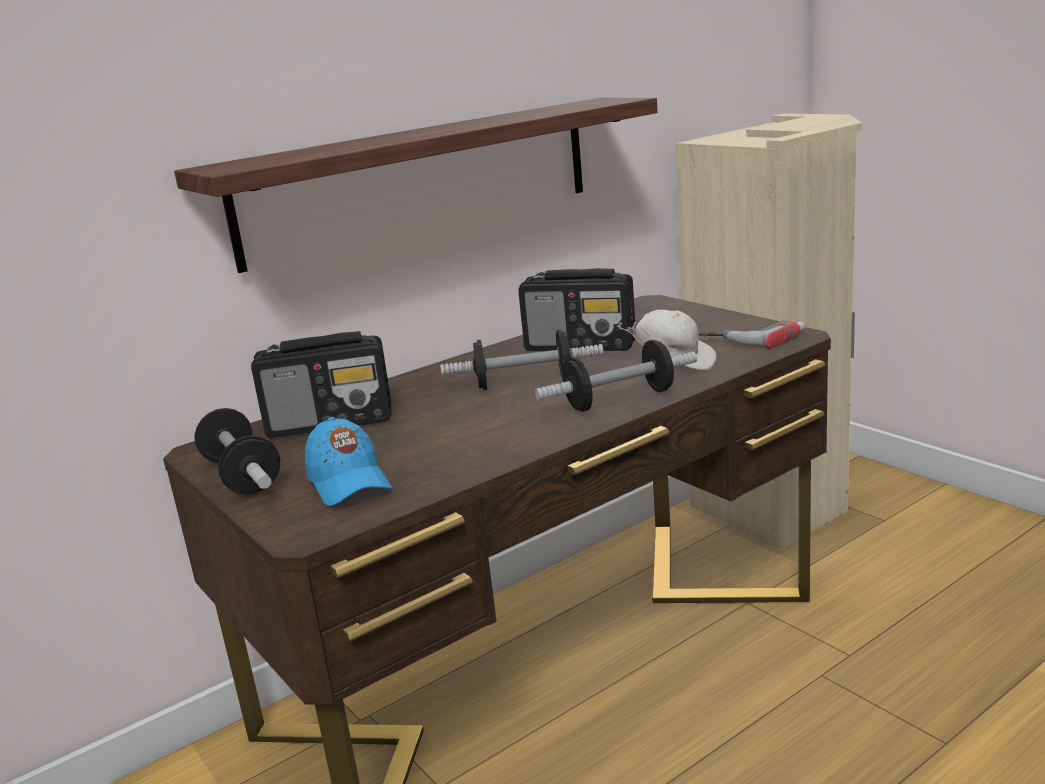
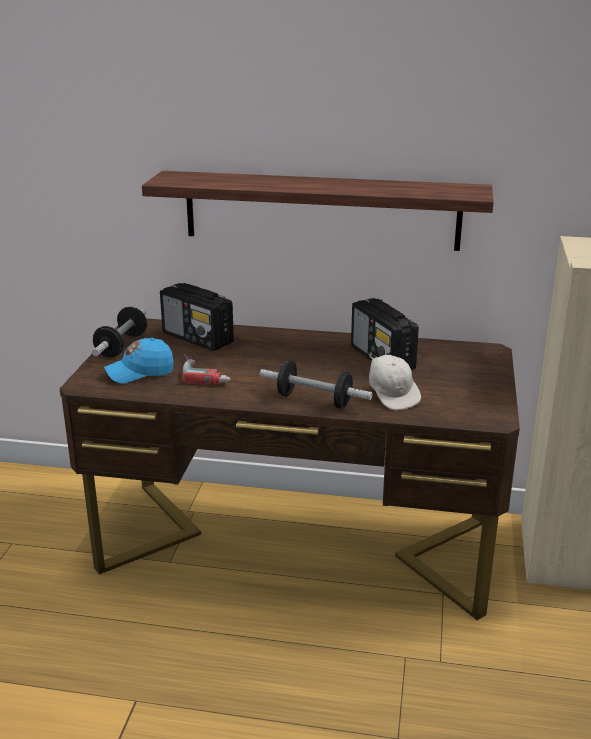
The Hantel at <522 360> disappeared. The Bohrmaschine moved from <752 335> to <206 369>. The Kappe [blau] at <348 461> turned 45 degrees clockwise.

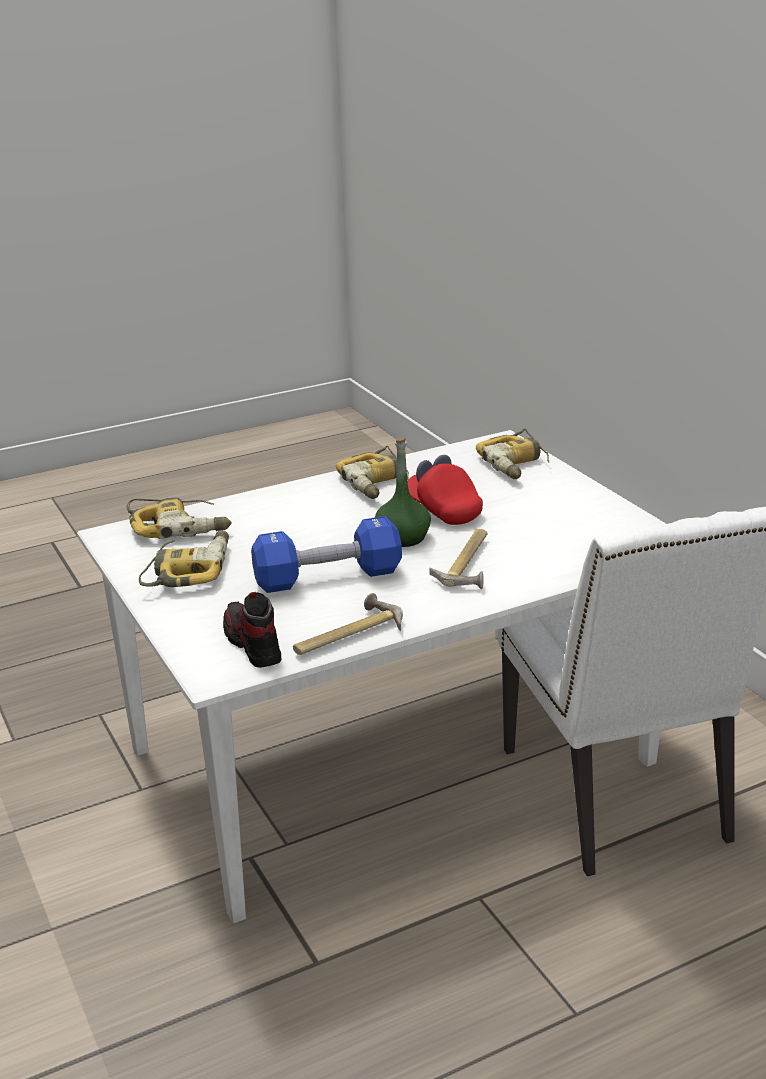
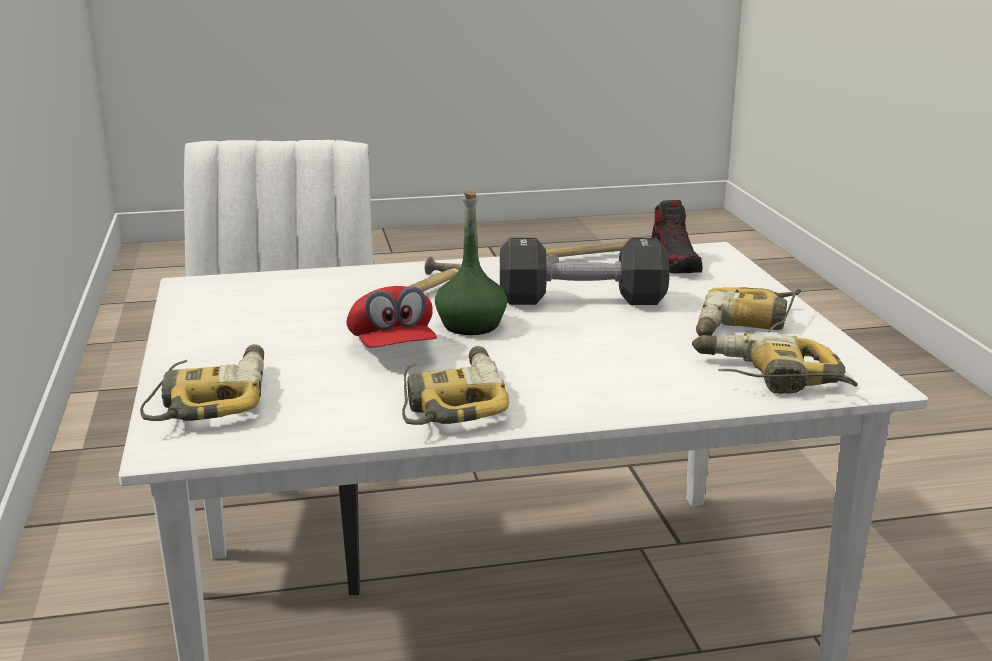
The Hantel [blau] at <326 554> became the Hantel [schwarz] at <585 271>.

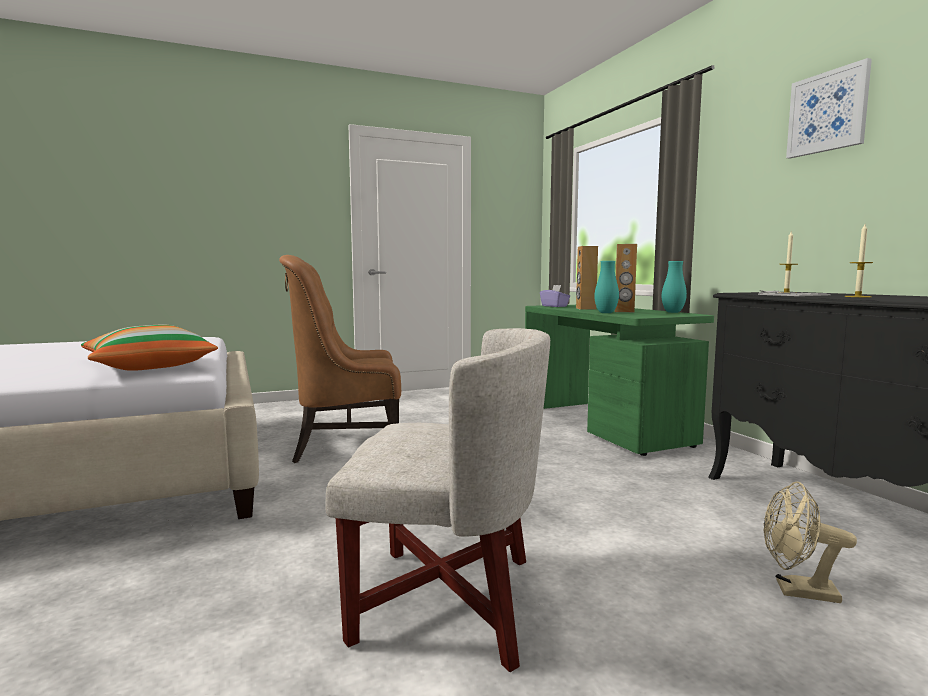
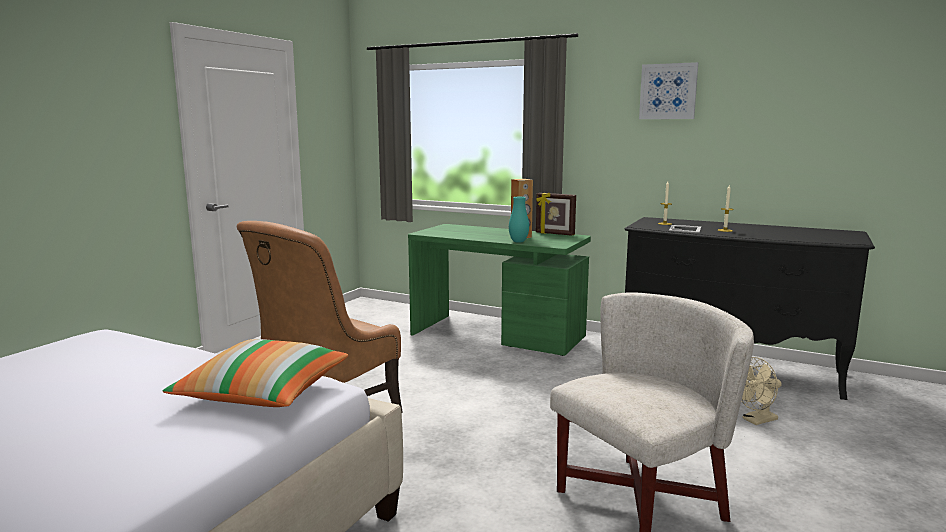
The Taschentuchbox [lila] at <555 296> disappeared. The Lautsprecher [braun] at <587 278> disappeared. The Vase [türkis] at <674 287> was replaced by the Bilderrahmen at <556 214>.

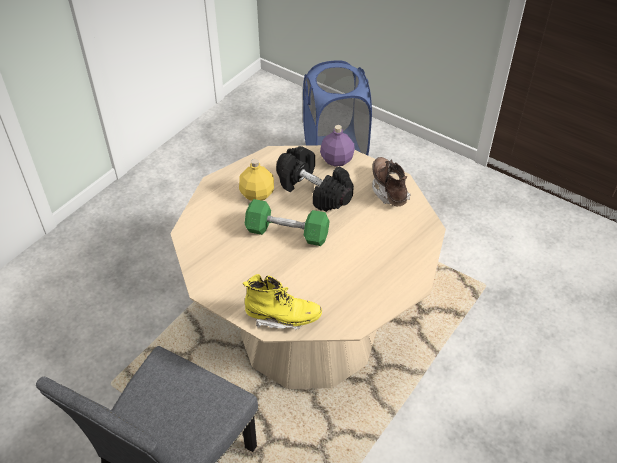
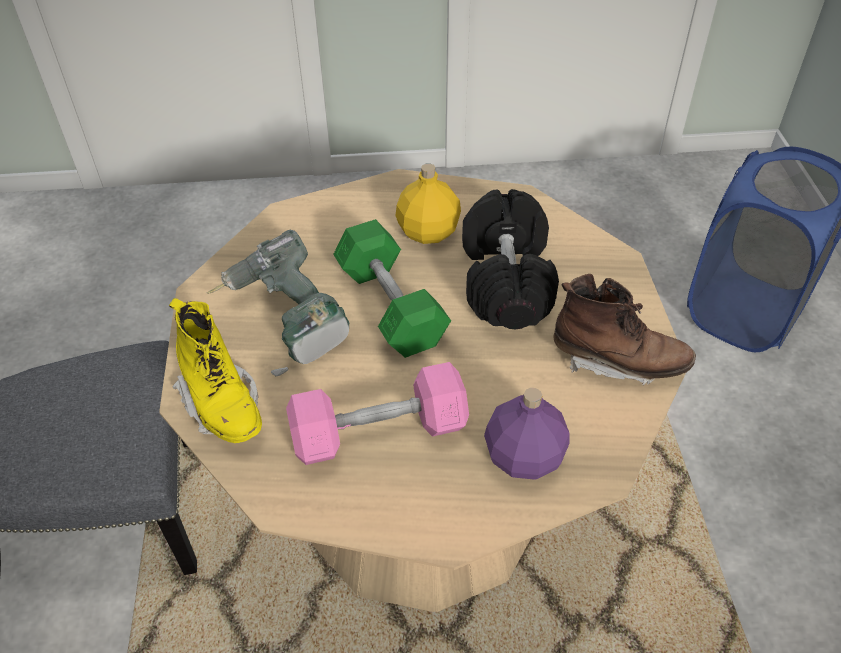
The Bohrmaschine at <278 303> appeared. The Hantel [rosa] at <377 413> appeared. The Flasche [lila] moved from <337 146> to <527 434>. The Stiefel [braun] at <391 181> turned 75 degrees clockwise.

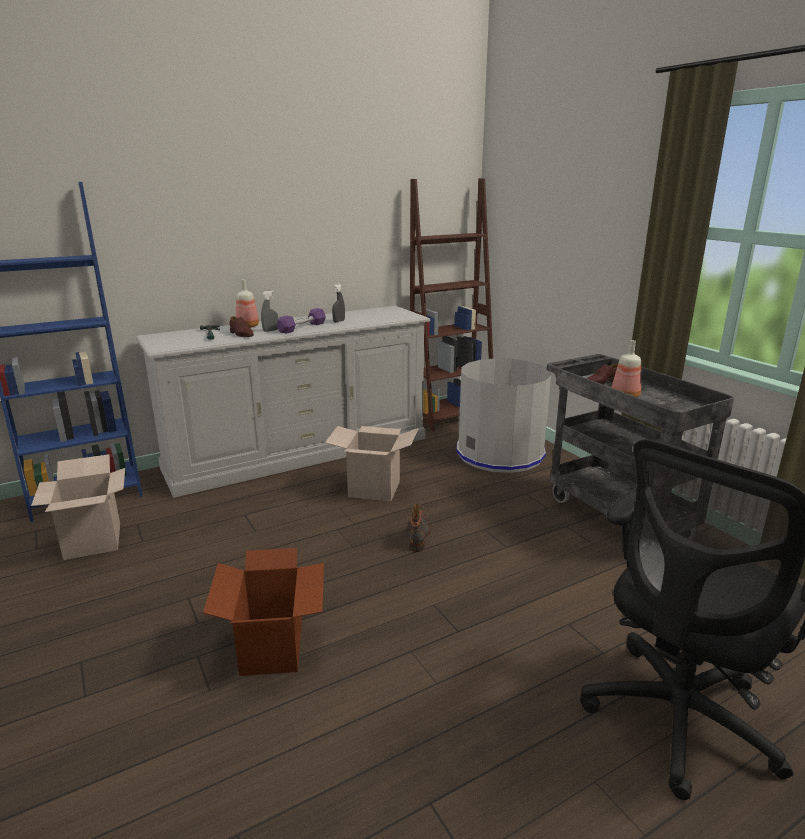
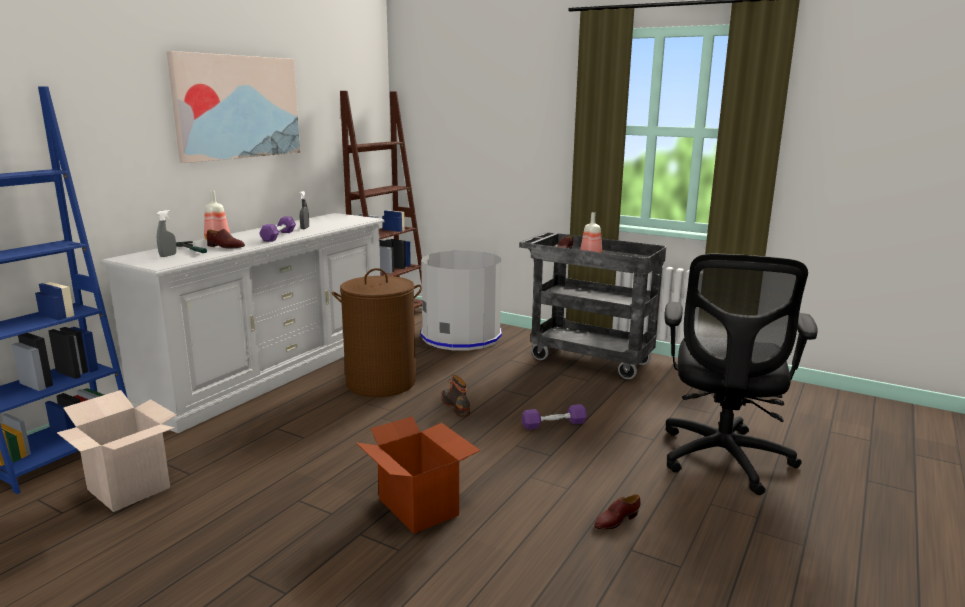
The Bild at <234 107> appeared. The Hantel [lila] at <554 417> appeared. The Schuh [braun] at <617 512> appeared. The Sprühflasche [grau] moved from <270 311> to <167 233>. The Karton at <372 463> was replaced by the Wäschekorb [braun] at <377 332>.

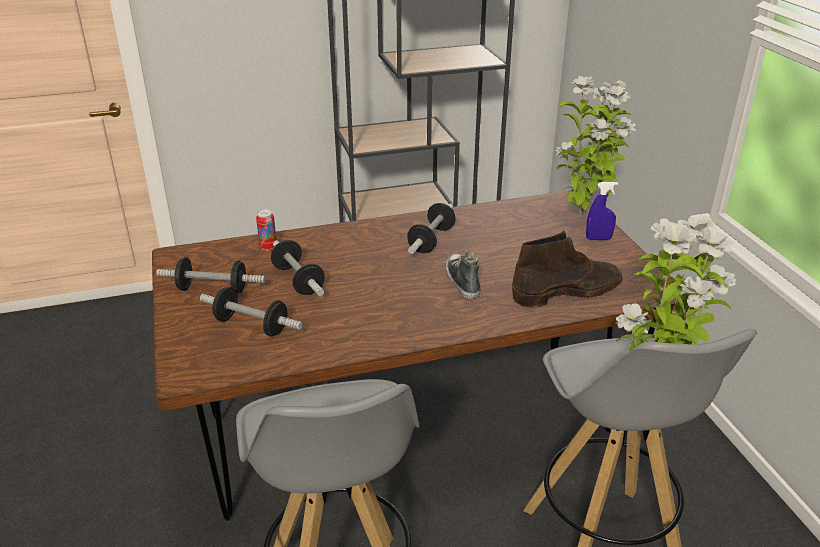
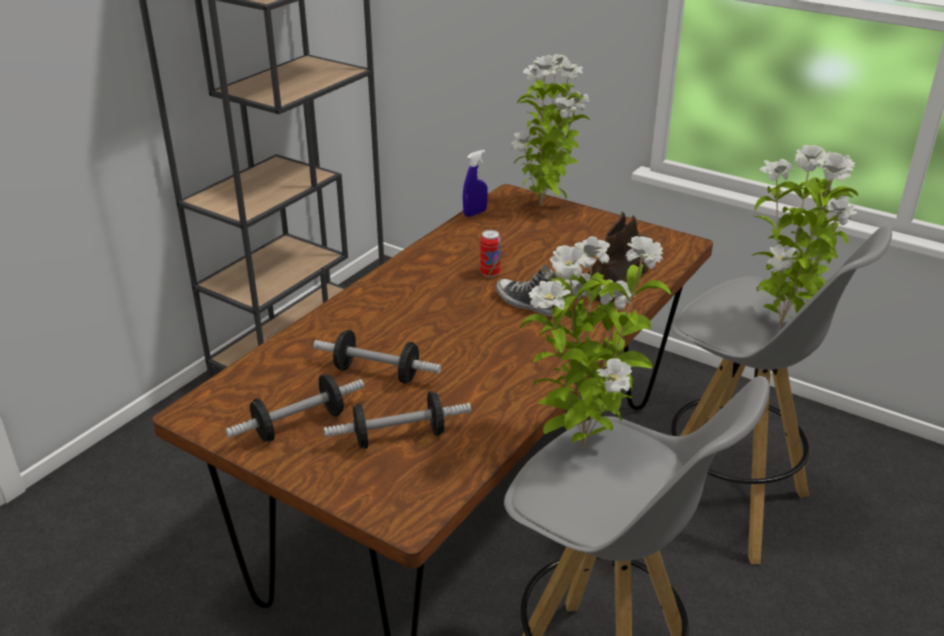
The Hantel at <431 228> disappeared. The Topfpflanze at <595 342> appeared. The Dose moved from <266 230> to <490 253>. The Sprühflasche [blau] moved from <602 211> to <475 183>.

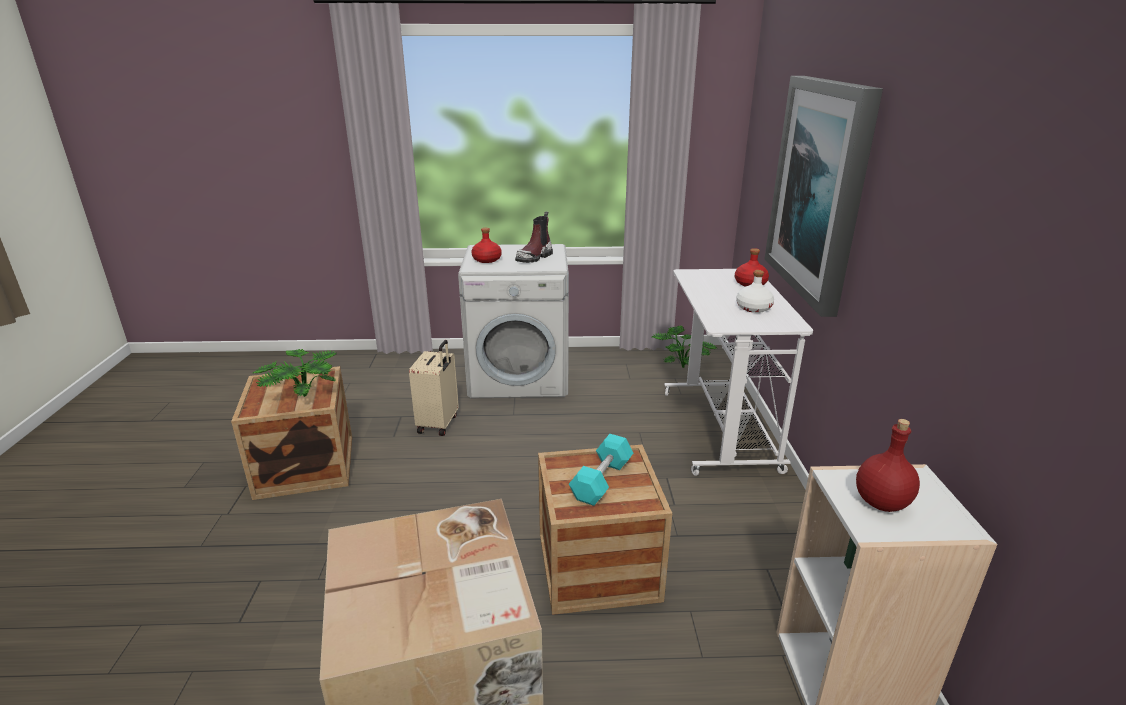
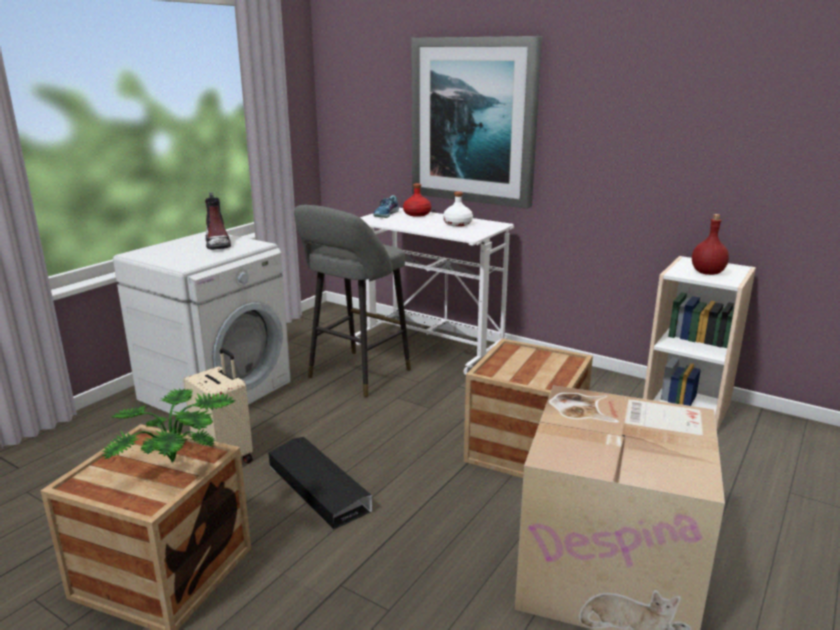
The Flasche [rot] at <487 245> disappeared. The Hantel [türkis] at <601 470> disappeared. The Topfpflanze at <684 346> disappeared. The Aufbewahrungsbox [schwarz] at <320 483> appeared. The Hocker [grau] at <352 301> appeared. The Schuh at <386 206> appeared.

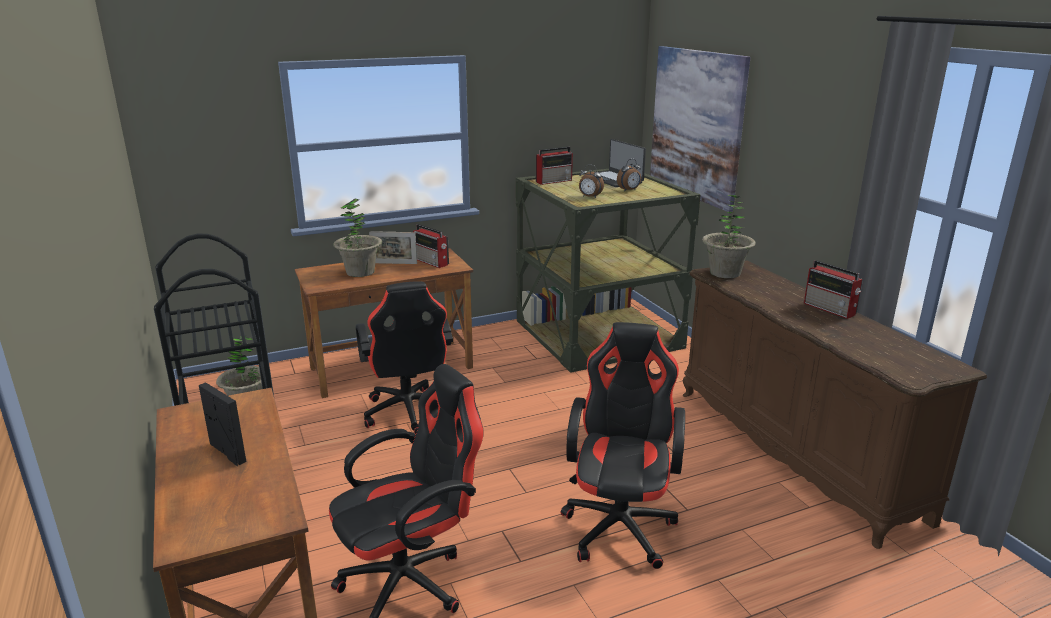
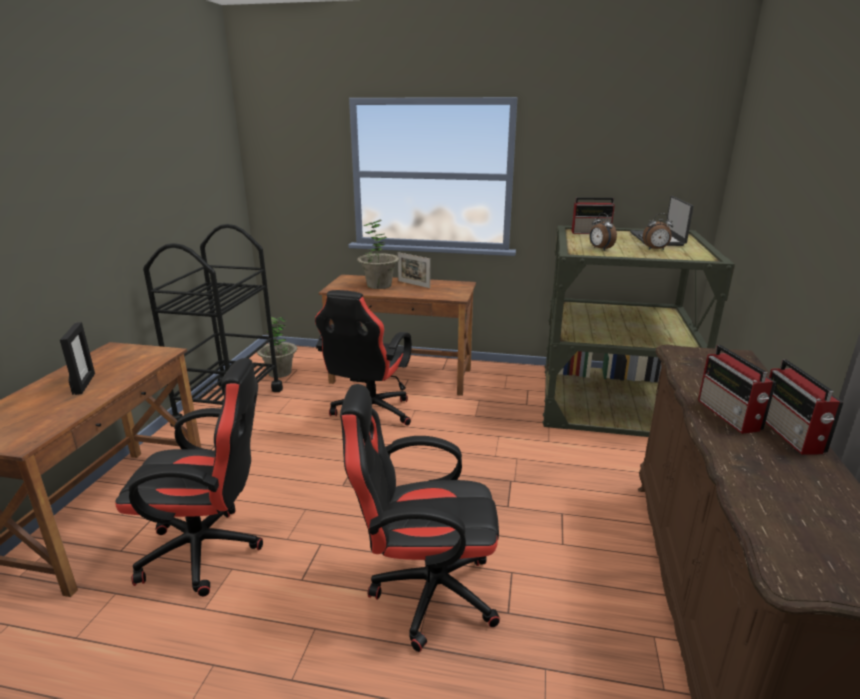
The Bild at <700 129> disappeared. The Topfpflanze at <729 236> disappeared. The Radio moved from <431 246> to <737 389>. The Bürostuhl [schwarz] at <623 445> turned 135 degrees counterclockwise.

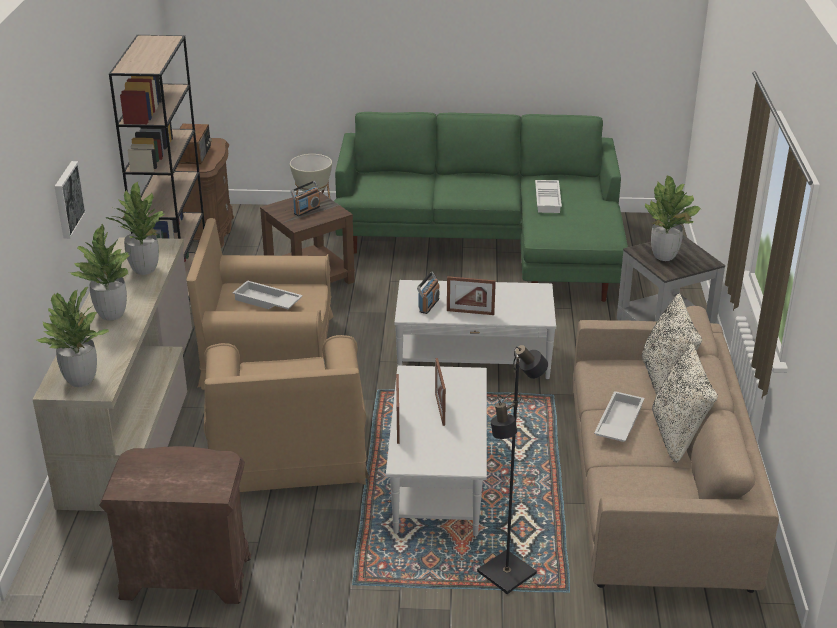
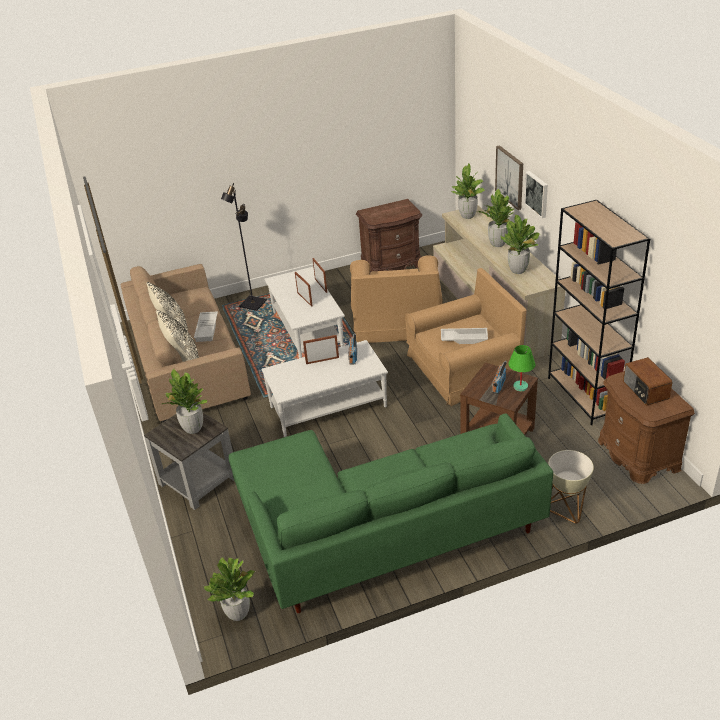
The Tablett [weiß] at <548 196> disappeared. The Topfpflanze at <230 589> appeared. The Bild at <509 177> appeared. The Tischlampe [grün] at <521 368> appeared. The Sessel [braun] at <287 413> turned 150 degrees counterclockwise.

